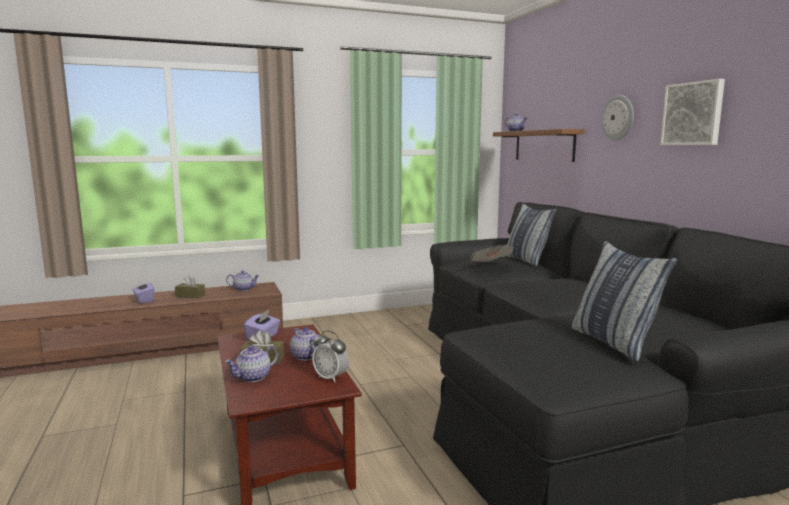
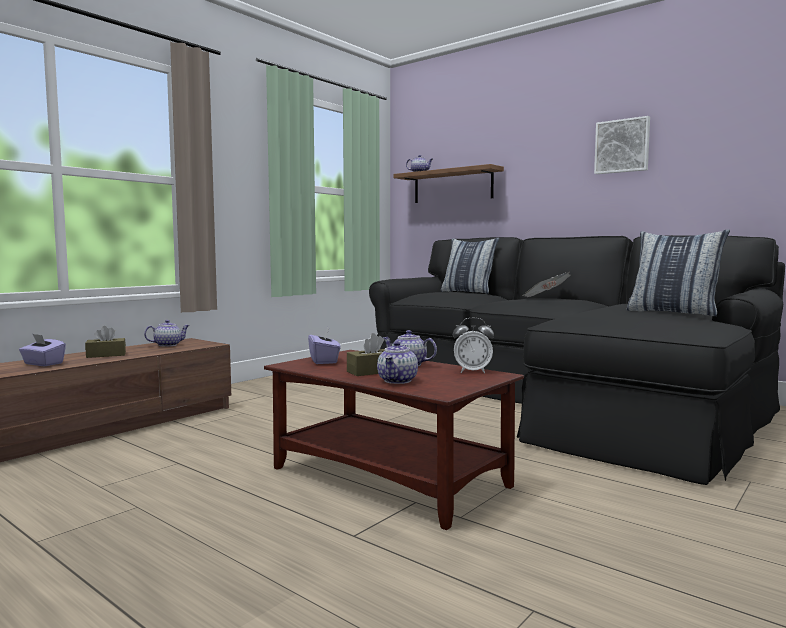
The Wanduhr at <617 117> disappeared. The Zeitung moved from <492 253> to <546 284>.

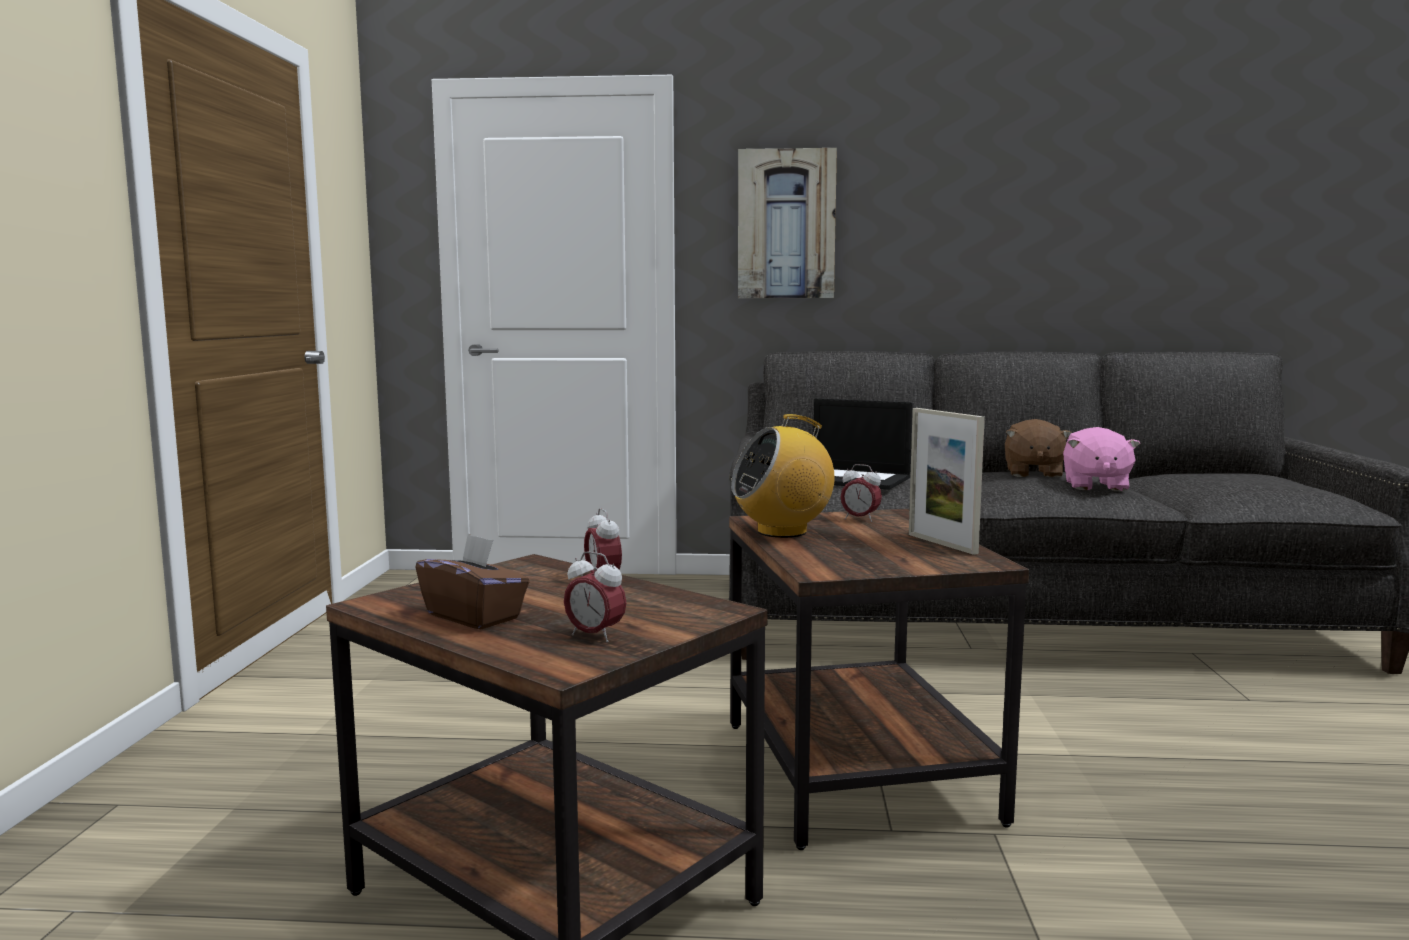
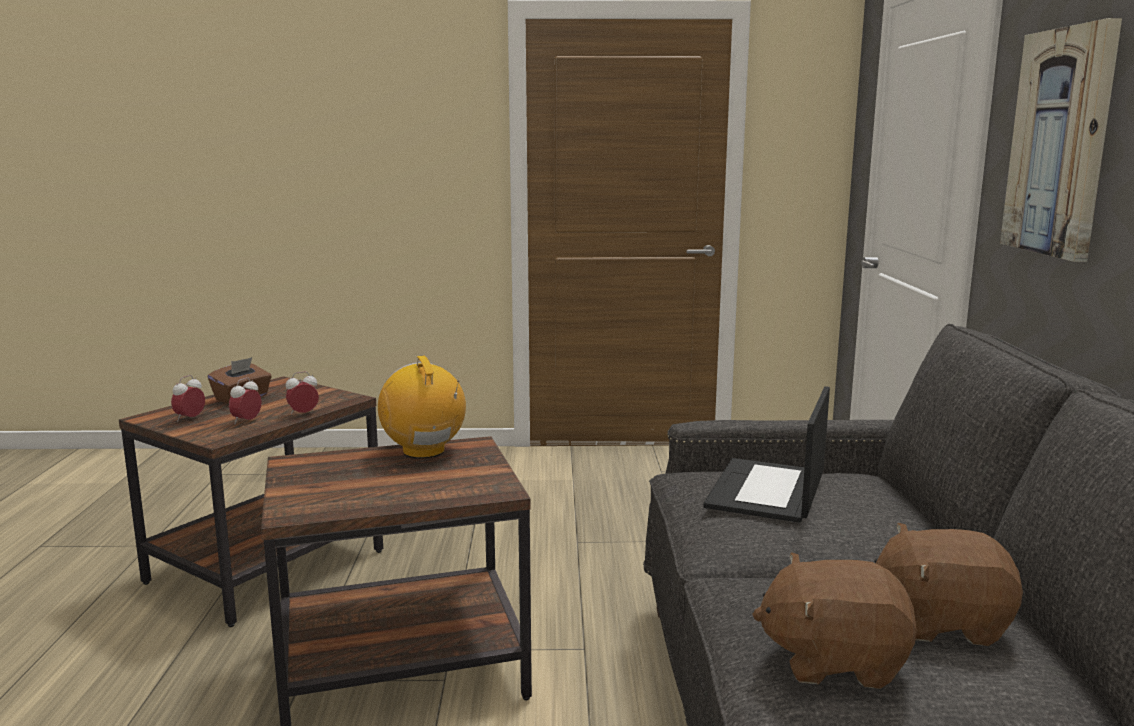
The Bilderrahmen at <947 481> disappeared. The Wecker moved from <861 493> to <245 400>. The Plüschtier [rosa] at <1102 459> became the Plüschtier [braun] at <834 620>.

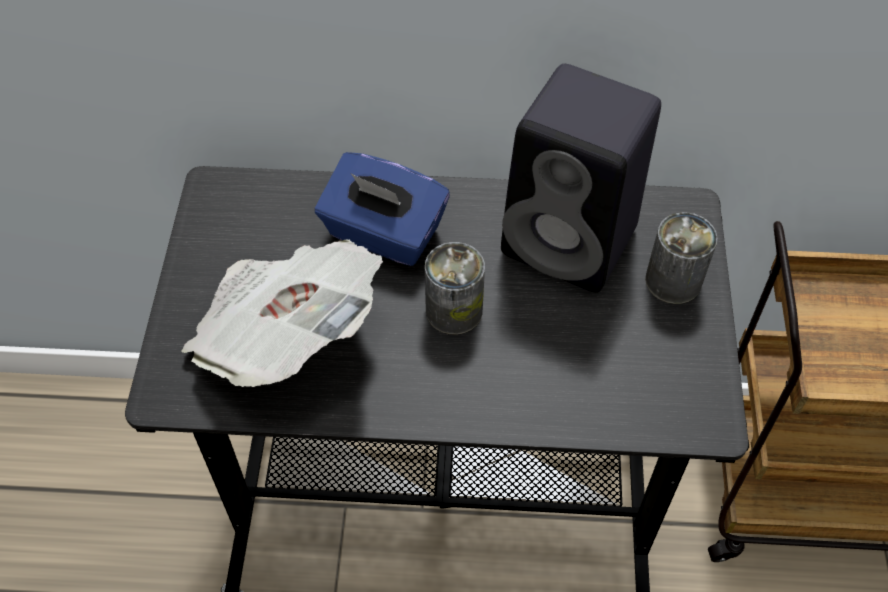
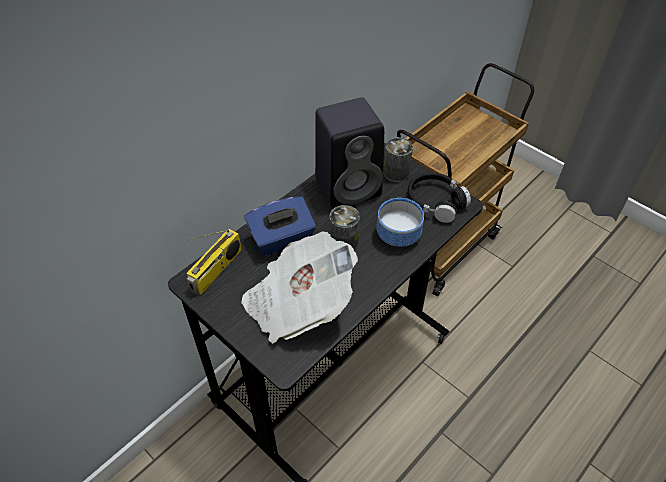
The Radio at <214 262> appeared. The Schüssel at <400 222> appeared. The Kopfhörer [schwarz] at <439 198> appeared.

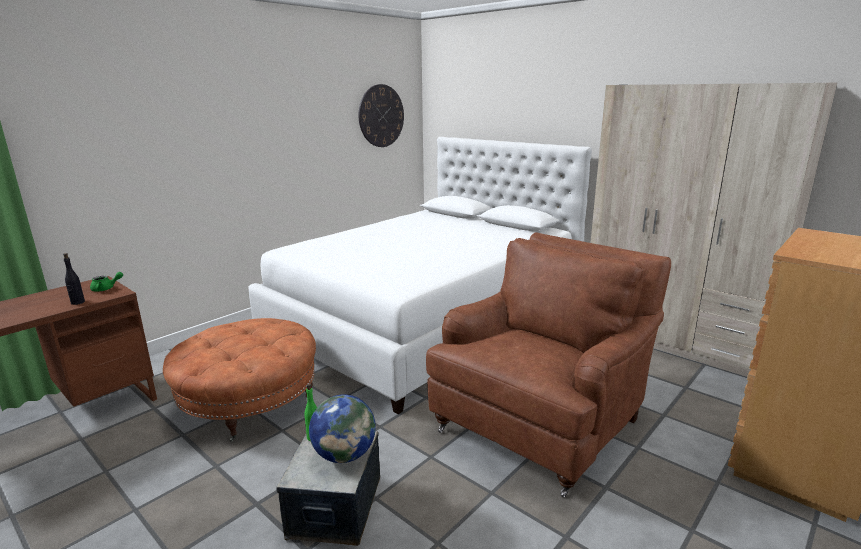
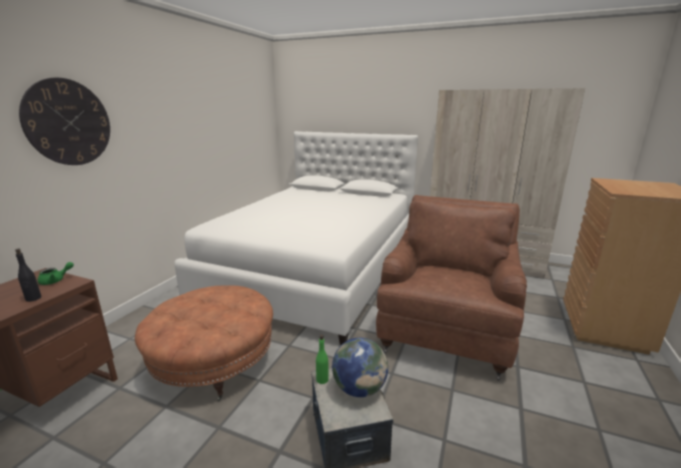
The Wanduhr moved from <381 115> to <64 121>.

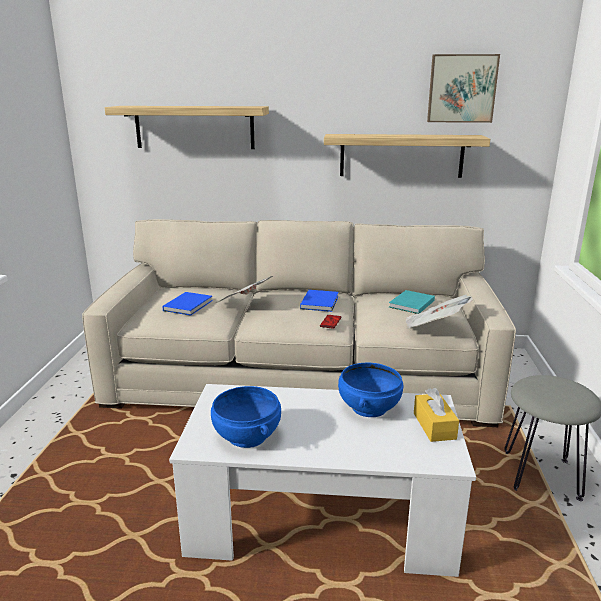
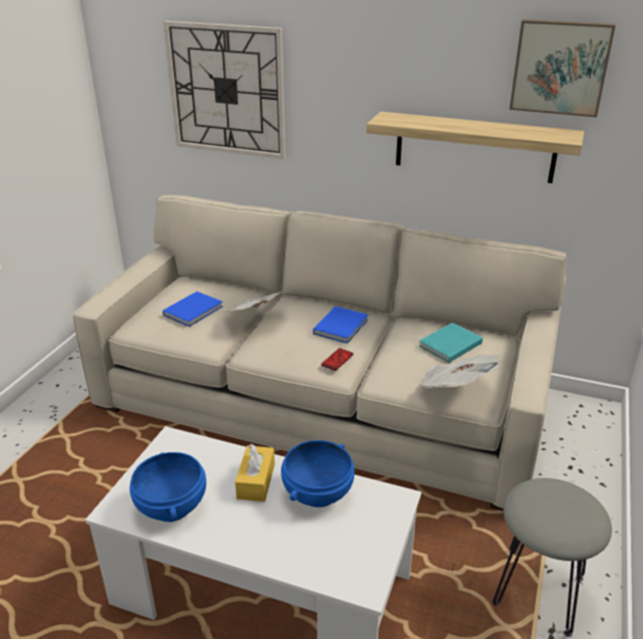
The Taschentuchbox [gelb] moved from <436 415> to <255 473>. The Wandregal at <187 127> was replaced by the Wanduhr at <224 90>.

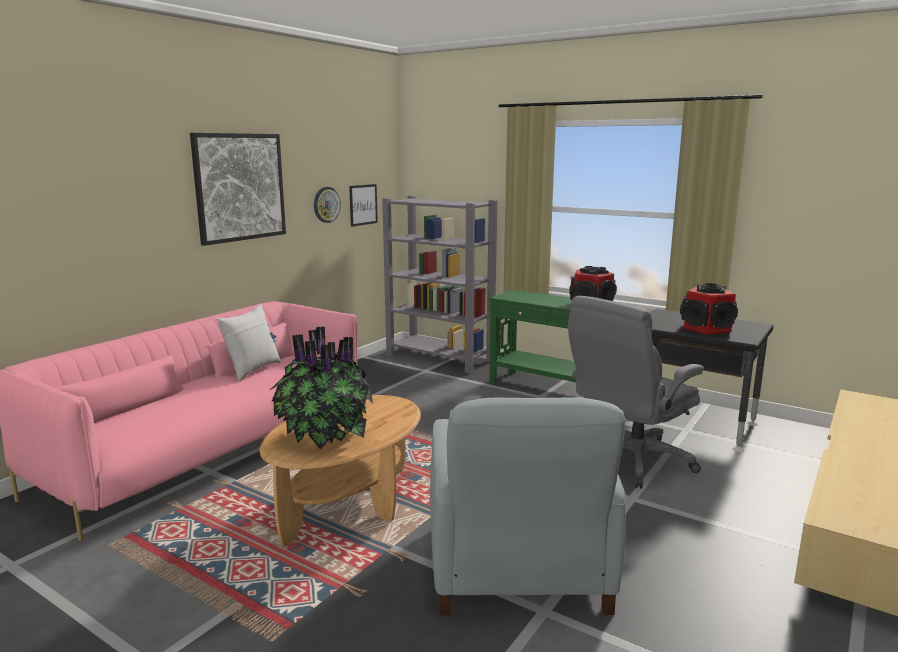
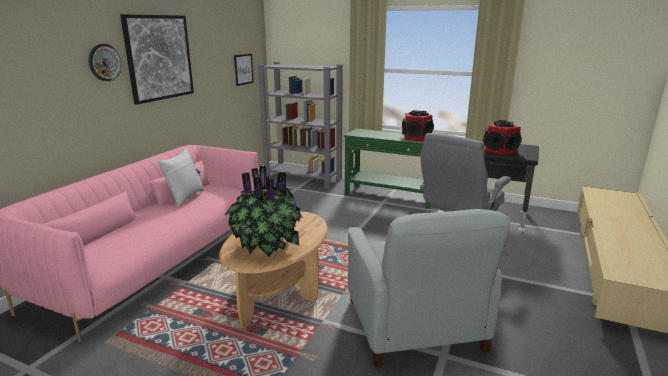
The Wanduhr moved from <327 205> to <105 62>.

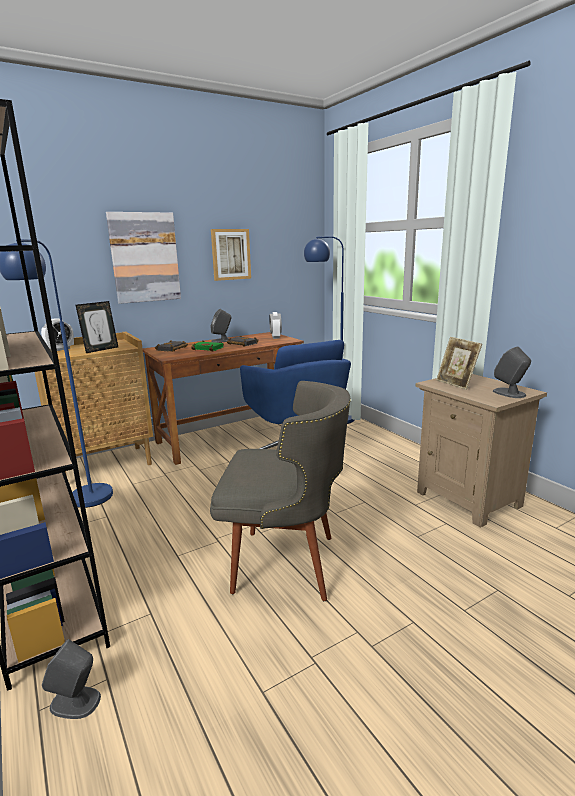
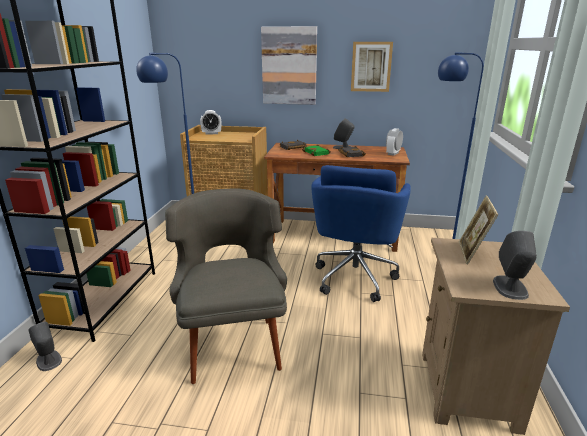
The Bilderrahmen at <96 327> disappeared. The Stuhl [grau] at <280 491> turned 150 degrees counterclockwise.

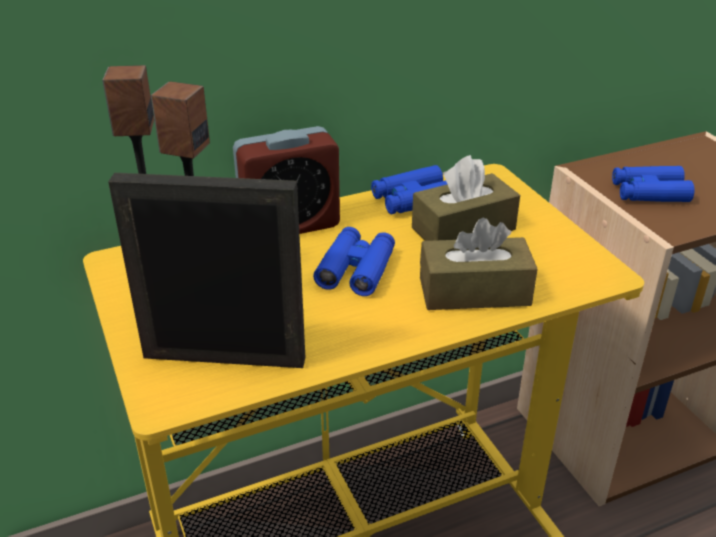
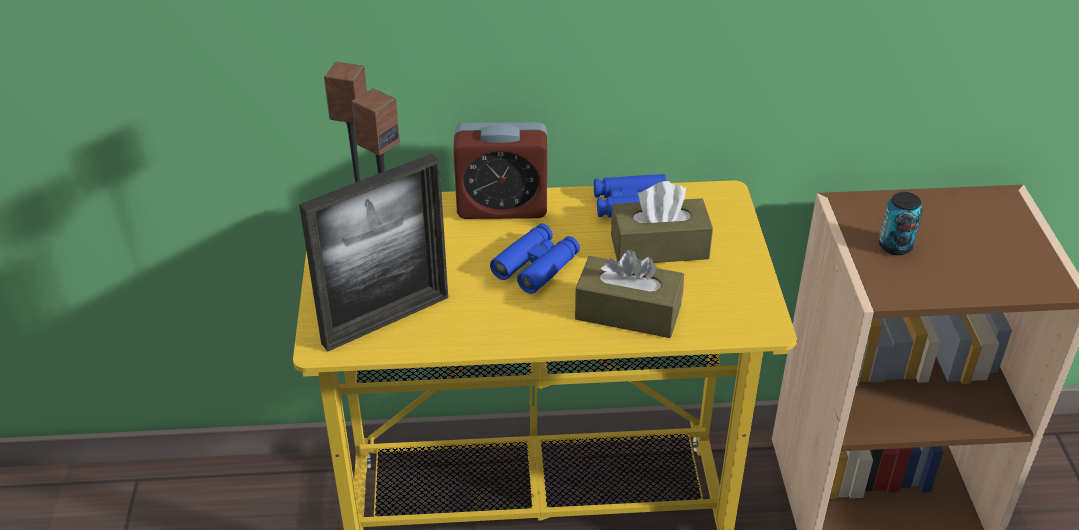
The Fernglas [blau] at <653 184> was replaced by the Dose at <901 223>. The Bilderrahmen at <206 270> turned 120 degrees clockwise.

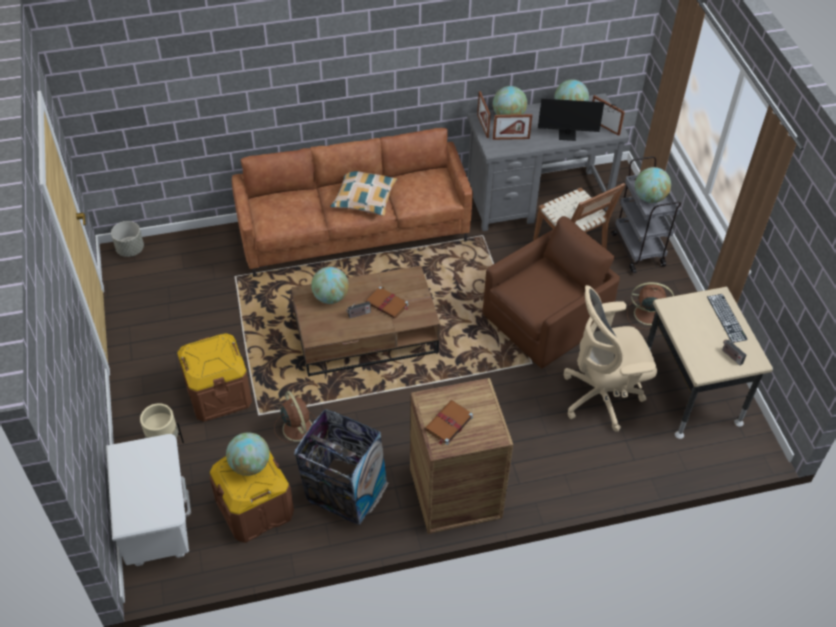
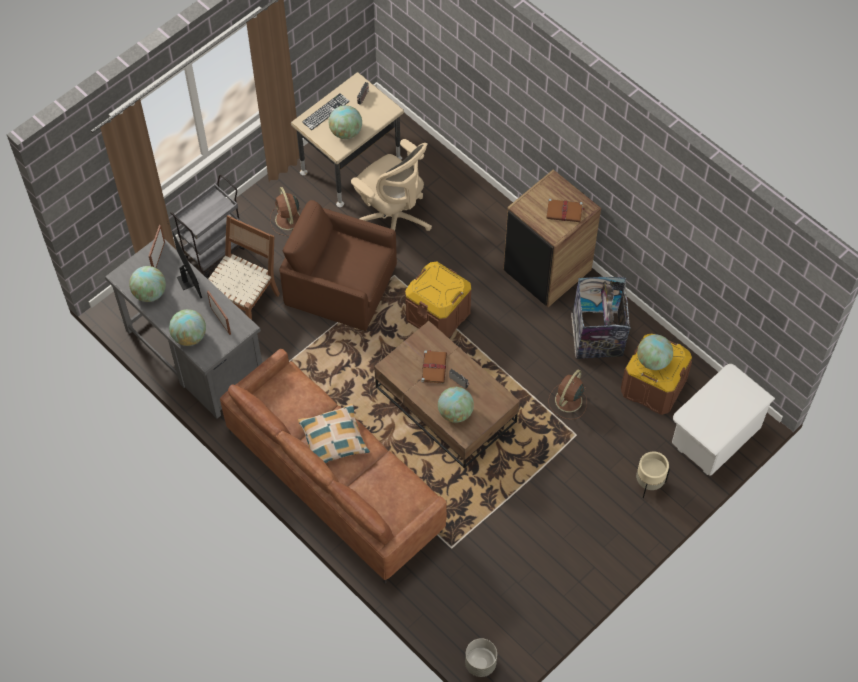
The Bilderrahmen at <484 114> disappeared. The Aufbewahrungsbox [braun] moved from <214 377> to <438 300>. The Globus moved from <653 185> to <345 122>.

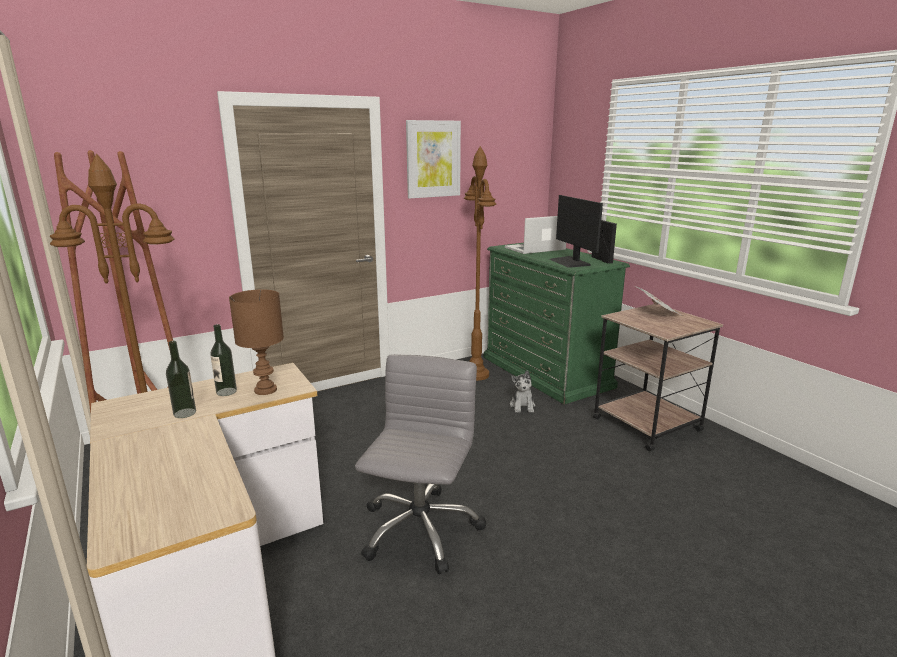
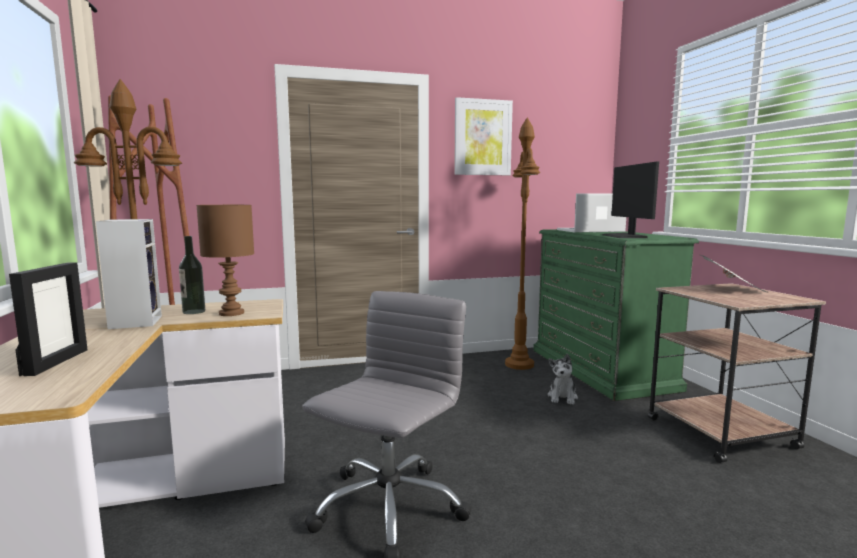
The Bilderrahmen moved from <604 241> to <48 319>. The Flasche at <181 379> was replaced by the Lautsprecher at <129 274>.

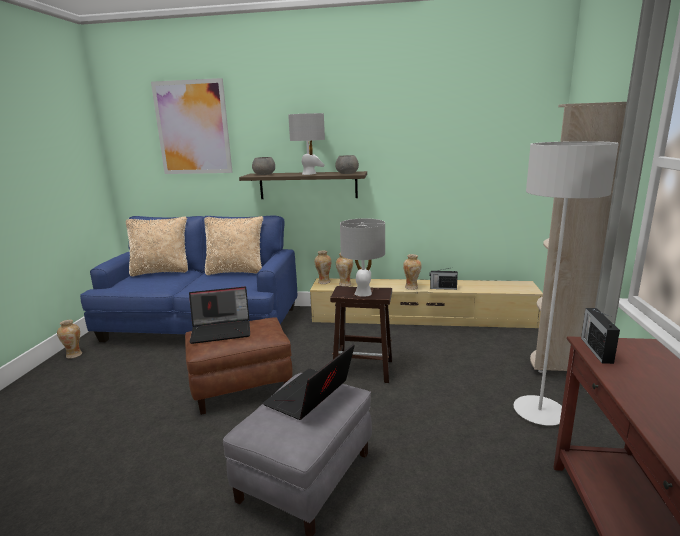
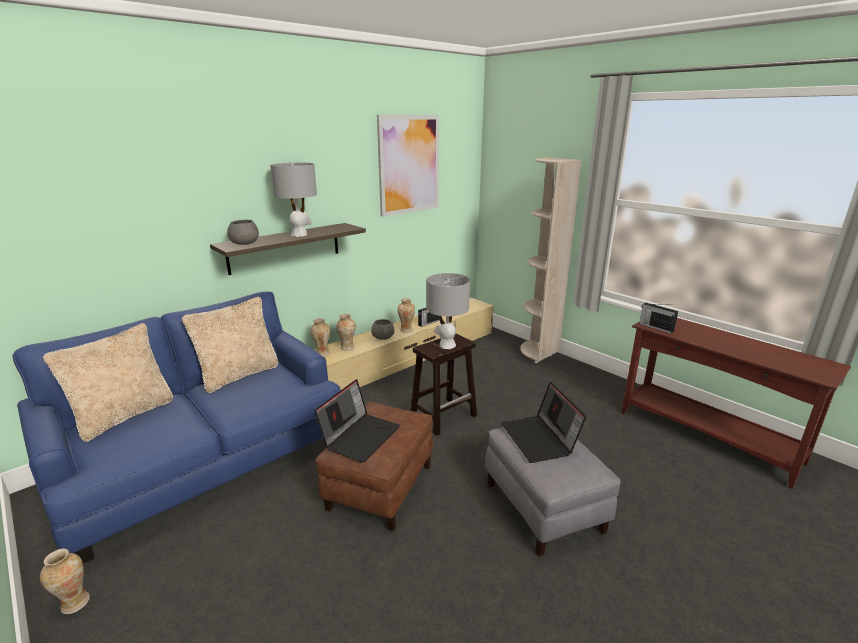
The Stehlampe [grau] at <566 283> disappeared. The Bild moved from <192 126> to <408 166>. The Schüssel [grau] moved from <347 164> to <382 329>.

